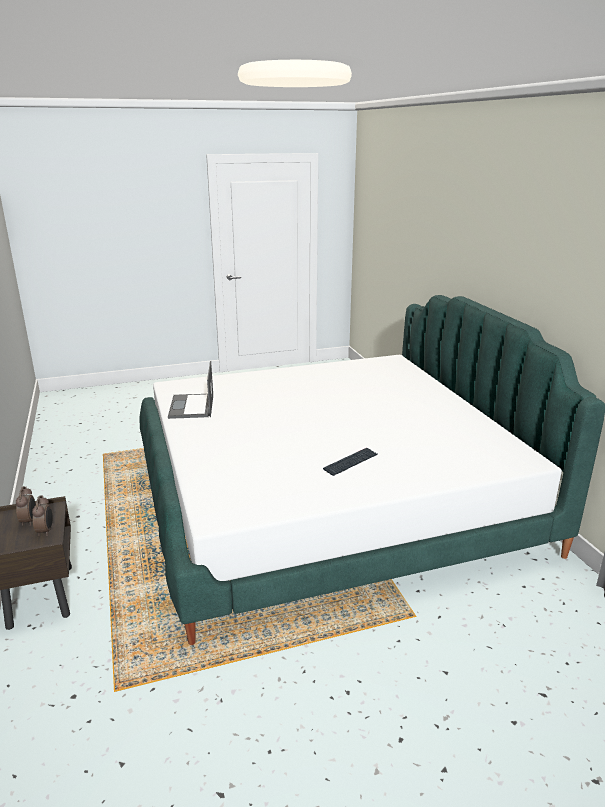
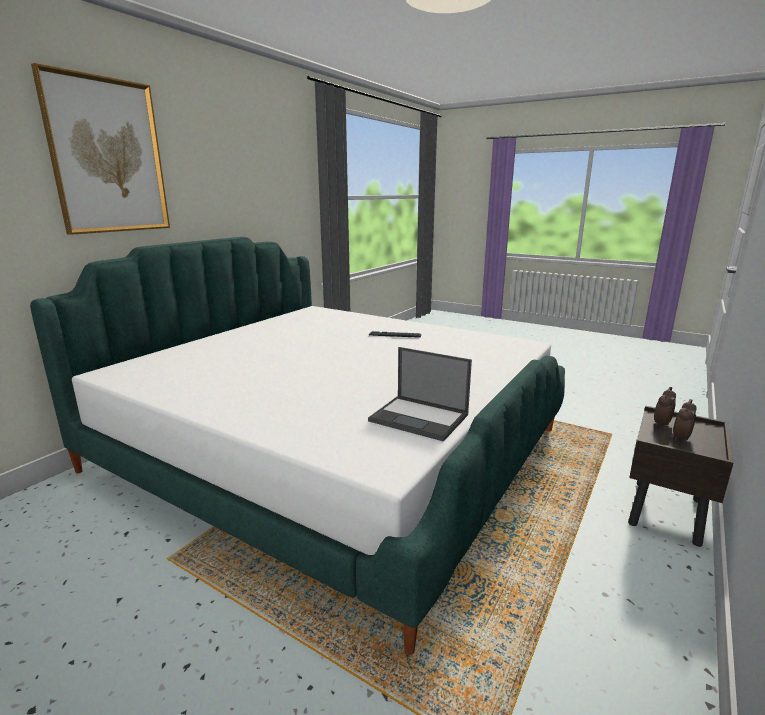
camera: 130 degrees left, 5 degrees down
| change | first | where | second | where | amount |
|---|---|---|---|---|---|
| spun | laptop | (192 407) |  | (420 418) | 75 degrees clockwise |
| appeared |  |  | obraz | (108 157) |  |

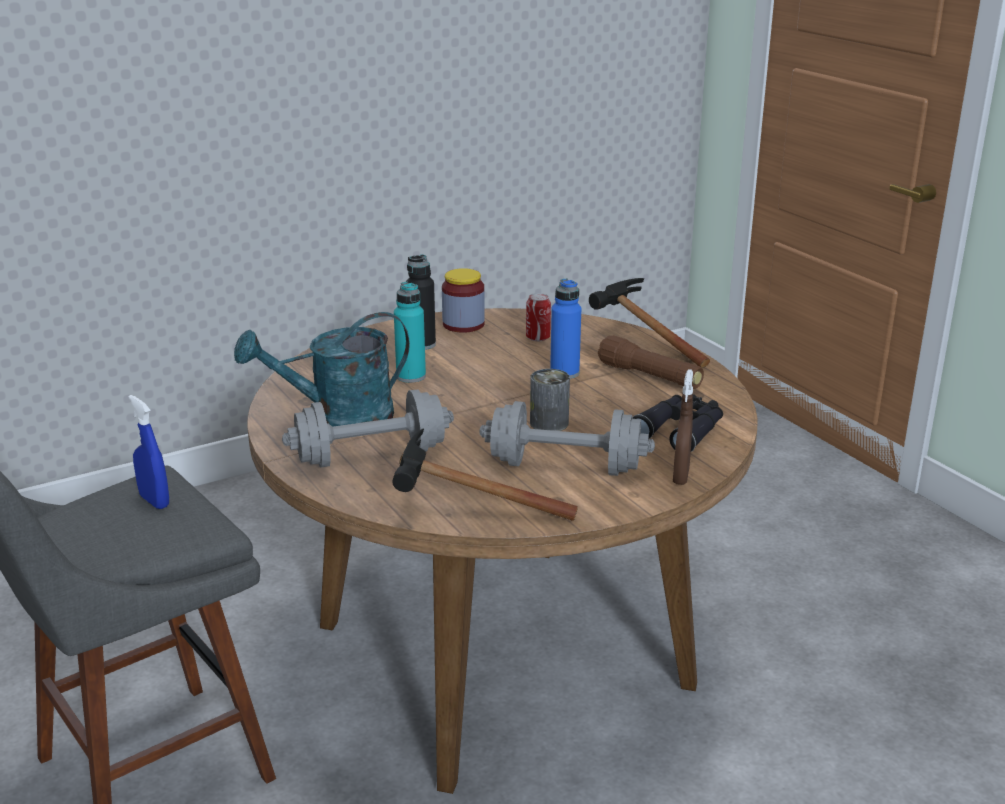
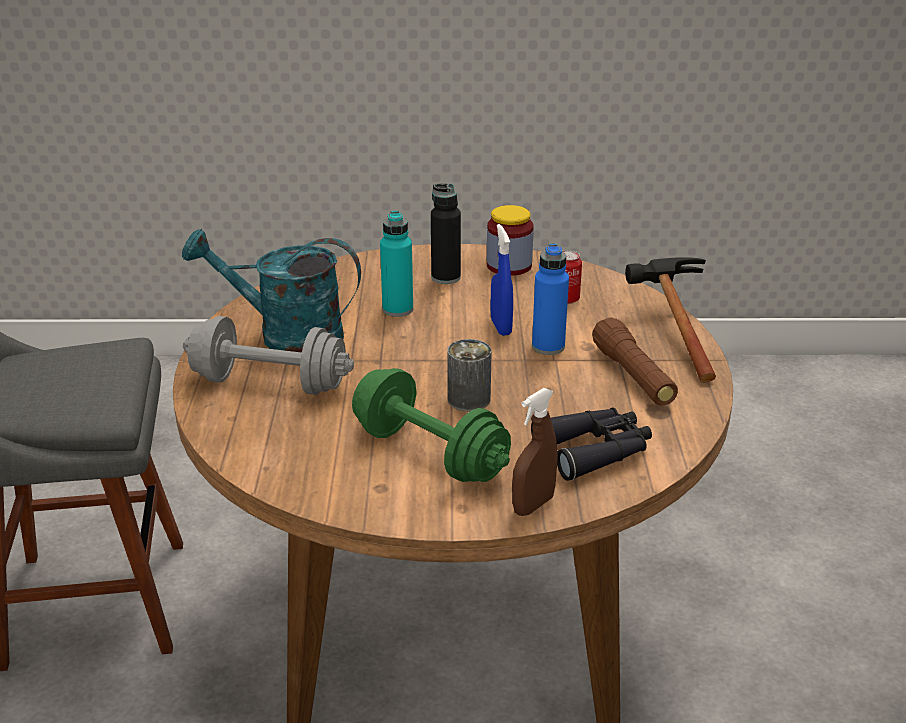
camera: 30 degrees right, 5 degrees up
| change | first | where | second | where | amount |
|---|---|---|---|---|---|
| relocated | spryskiwacz/niebieski | (154 501) |  | (501 327) |  |
| missing | młotek | (462 510) |  |  |  |
| colour | hantel/szary | (565 466) | hantel/zielony | (429 453) |  |

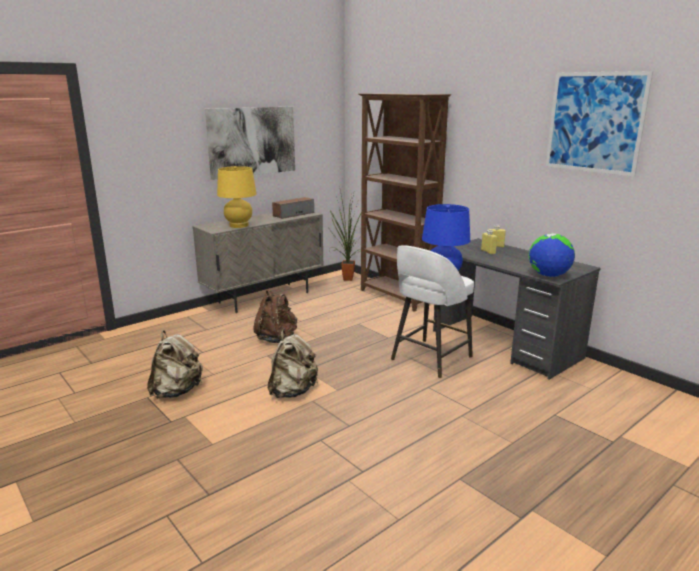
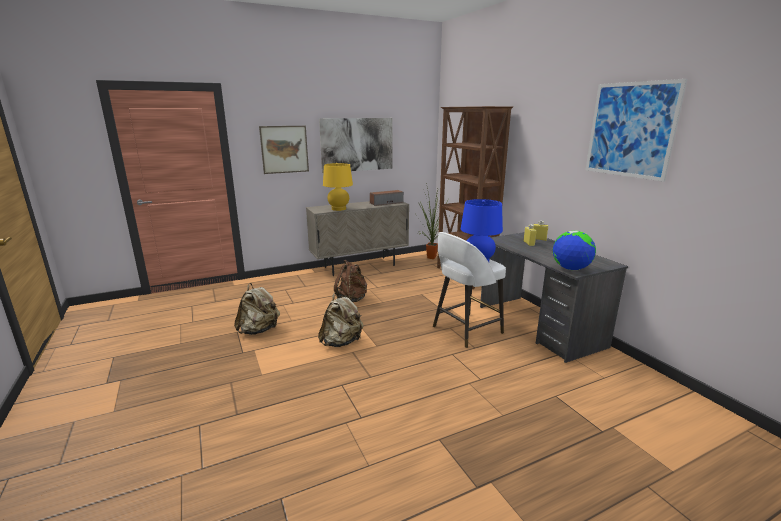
camera: 15 degrees right, 0 degrees up
| change | first | where | second | where | amount |
|---|---|---|---|---|---|
| appeared |  |  | obraz | (284 149) |  |

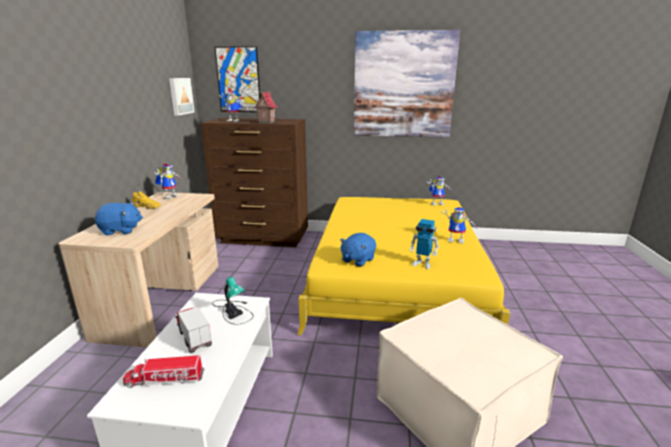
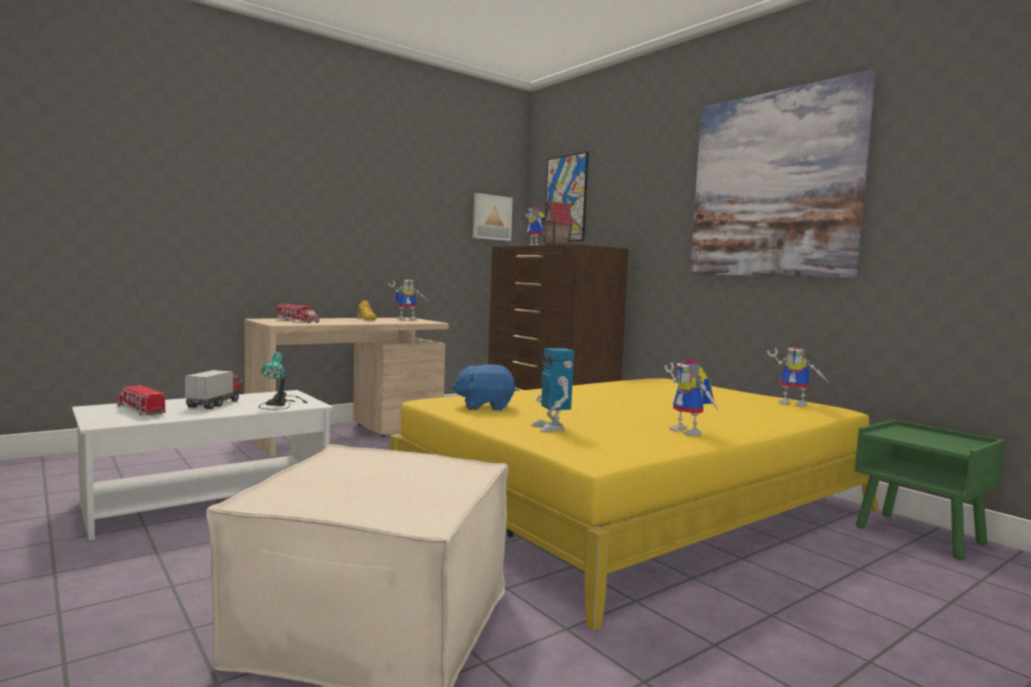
camera: 45 degrees right, 15 degrees down
| change | first | where | second | where | amount |
|---|---|---|---|---|---|
| exchanged | pluszak/niebieski | (121 230) | ciężarówka zabawkowa | (298 321) |  |
| appeared |  |  | szafka nocna/zielony | (921 536) |  |

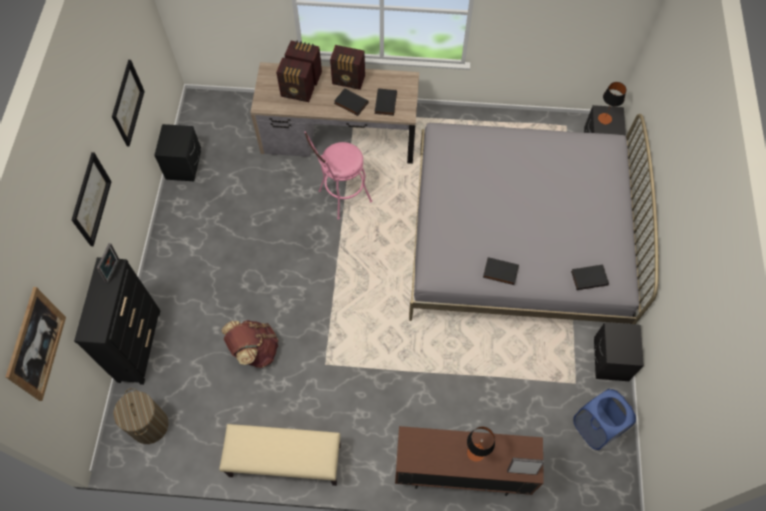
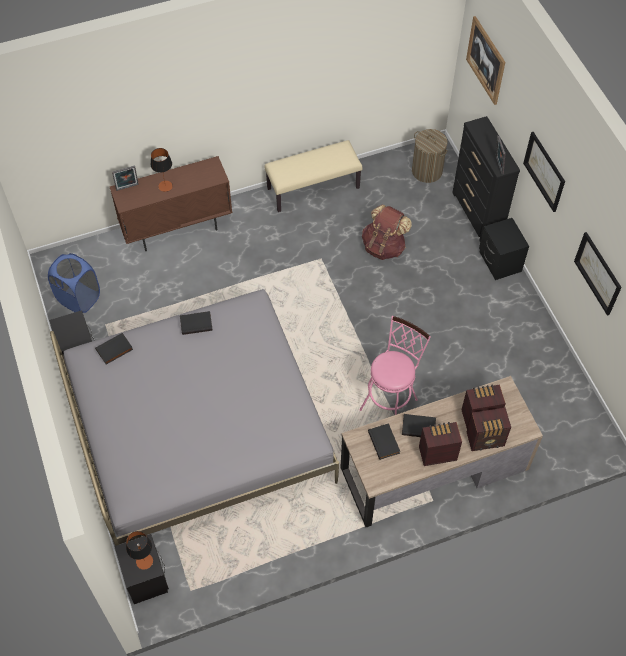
camera: 155 degrees right, 5 degrees down
| change | first | where | second | where | amount |
|---|---|---|---|---|---|
| relocated | szafka nocna/czarny | (184 165) |  | (499 262) |  |

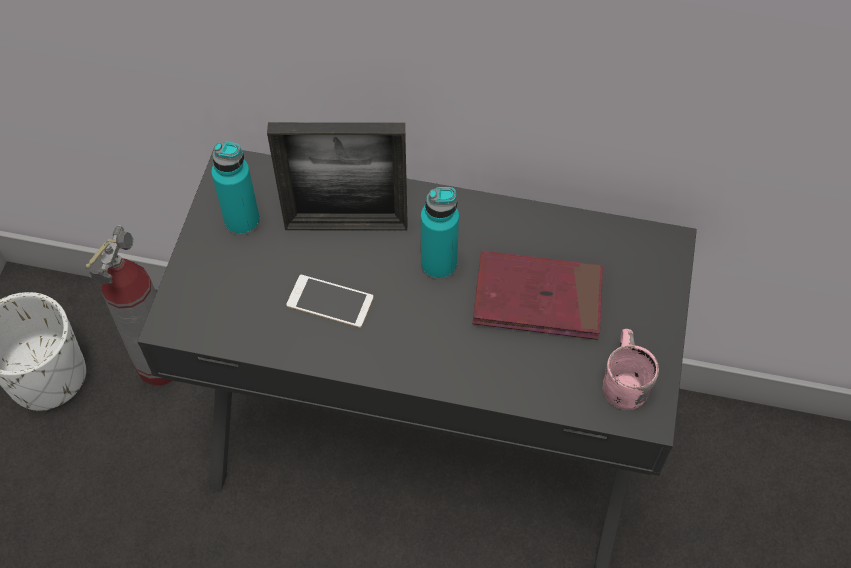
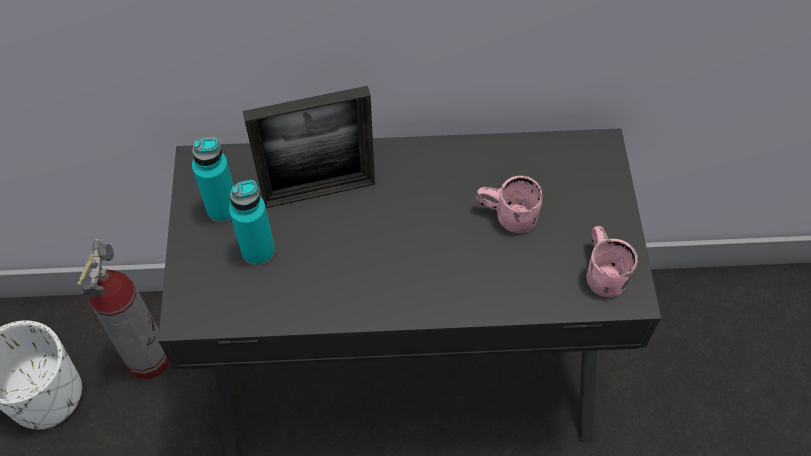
camera: 15 degrees left, 0 degrees up
| change | first | where | second | where | amount |
|---|---|---|---|---|---|
| missing | telefon | (330 301) |  |  |  |
| relocated | butelka/turkusowy | (438 264) |  | (258 251) |  |
| exchanged | książka/czerwony | (537 298) | kubek/różowy | (507 218) |  |

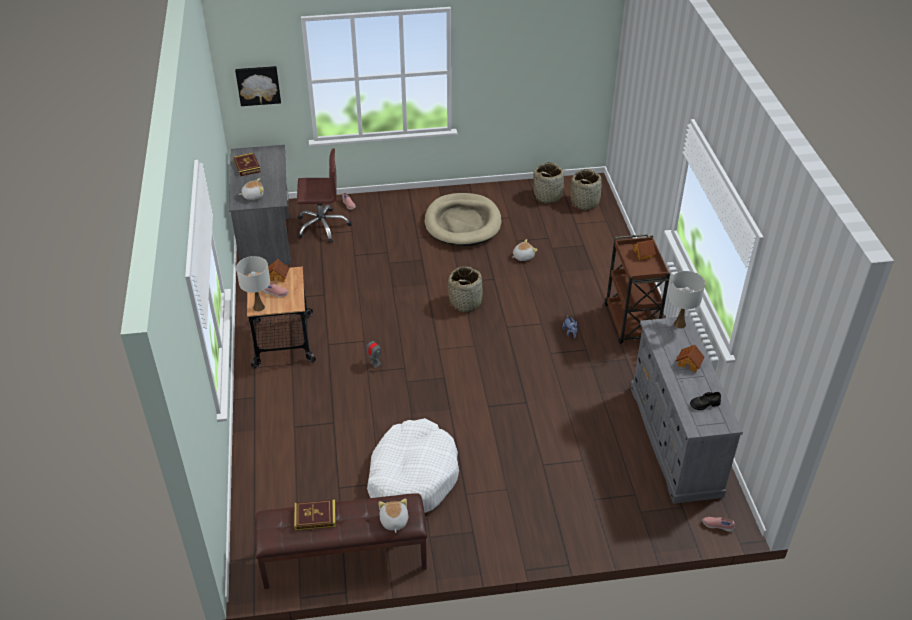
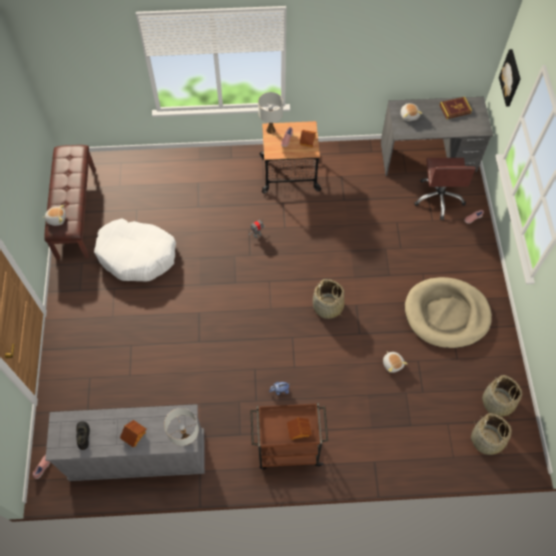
camera: 95 degrees right, 20 degrees up
| change | first | where | second | where | amount |
|---|---|---|---|---|---|
| missing | książka | (315 516) |  |  |  |

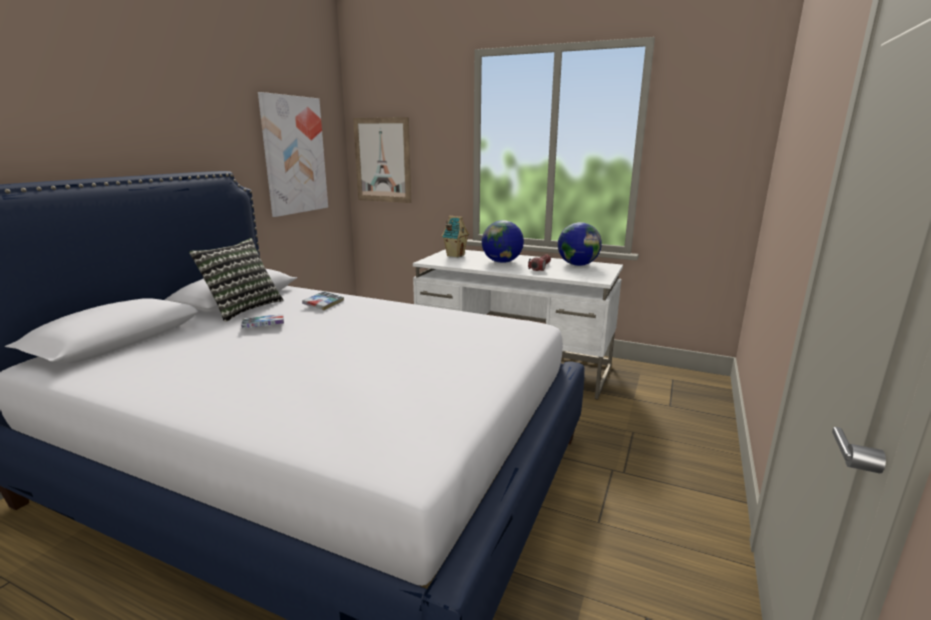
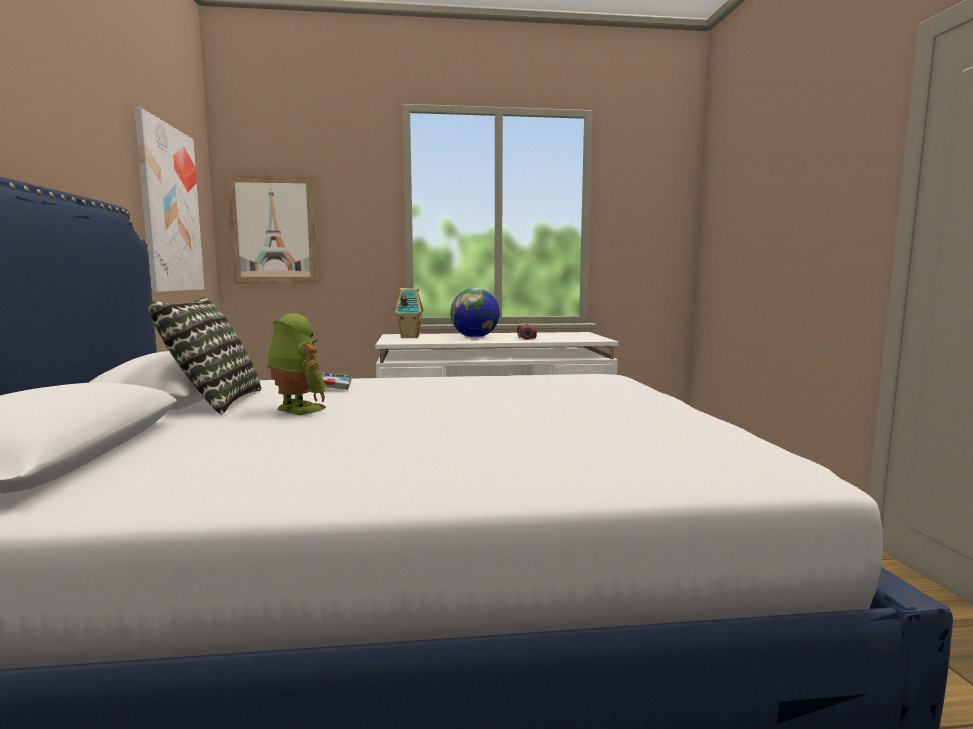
camera: 30 degrees left, 10 degrees down
| change | first | where | second | where | amount |
|---|---|---|---|---|---|
| exchanged | książka | (263 325) | robot zabawkowy | (296 410) |  |
| missing | globus | (577 265) |  |  |  |

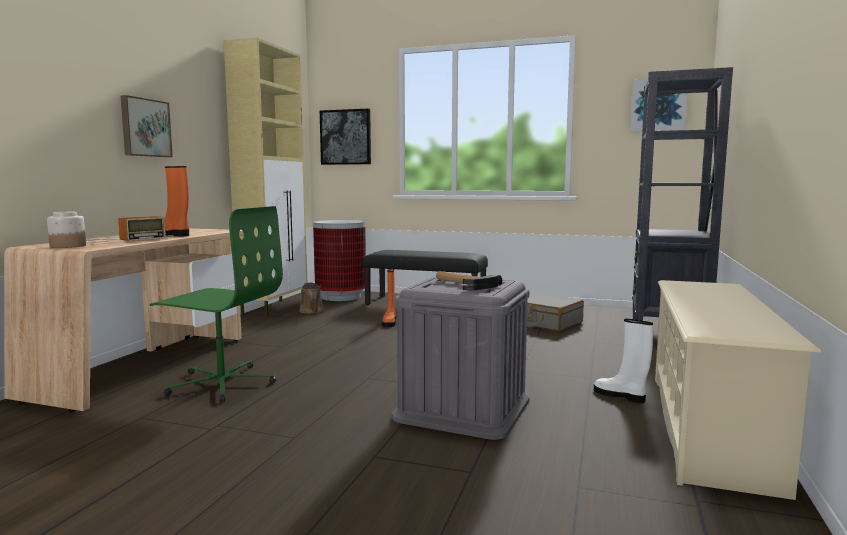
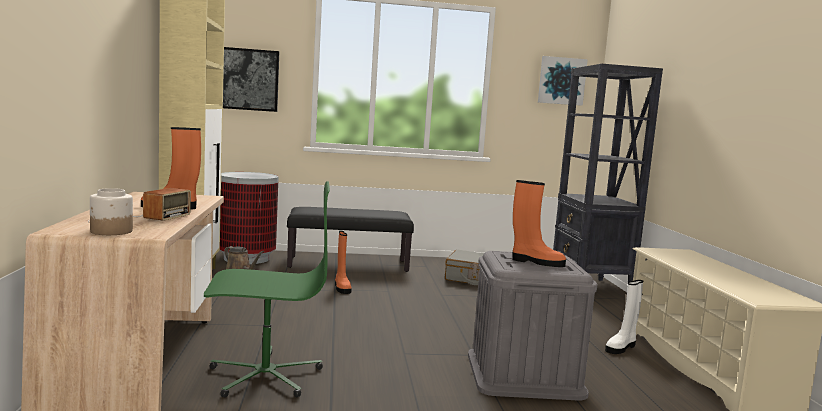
camera: 25 degrees left, 0 degrees up
| change | first | where | second | where | amount |
|---|---|---|---|---|---|
| missing | obraz | (145 128) |  |  |  |
| exchanged | młotek | (462 284) | but z cholewką/pomarańczowy | (536 262) |  |
| spun | but z cholewką/biały | (621 396) |  | (621 348) | 60 degrees counterclockwise |

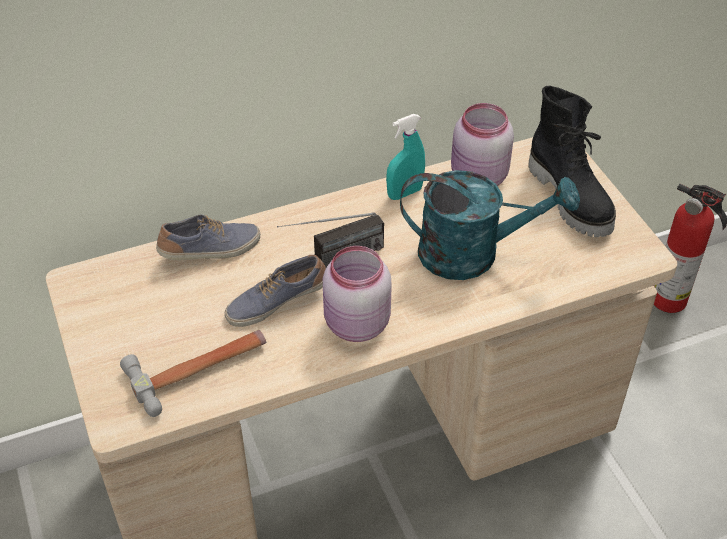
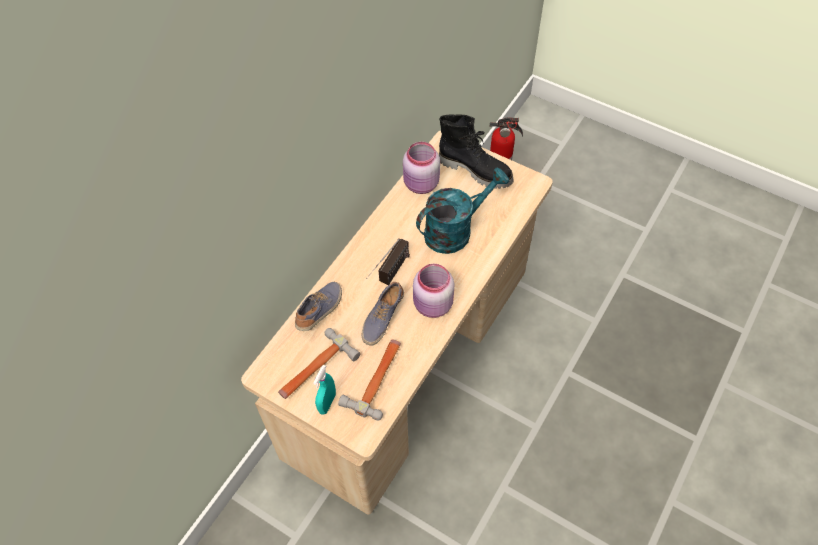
camera: 35 degrees left, 10 degrees up
| change | first | where | second | where | amount |
|---|---|---|---|---|---|
| relocated | spryskiwacz/turkusowy | (404 193) |  | (327 403) |  |
| appeared |  |  | młotek | (315 370) |  |

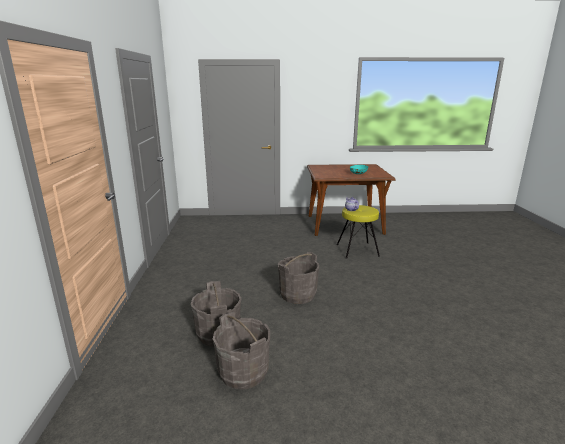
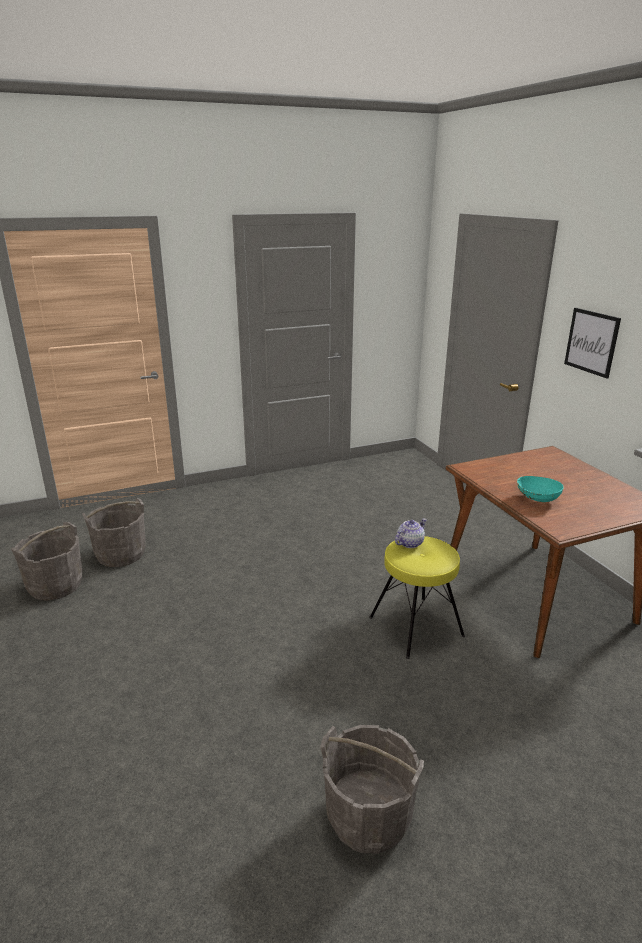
camera: 70 degrees right, 5 degrees up
| change | first | where | second | where | amount |
|---|---|---|---|---|---|
| relocated | wiadro/szary | (297 294) |  | (368 816) |  |
| appeared |  |  | obraz | (591 342) |  |

